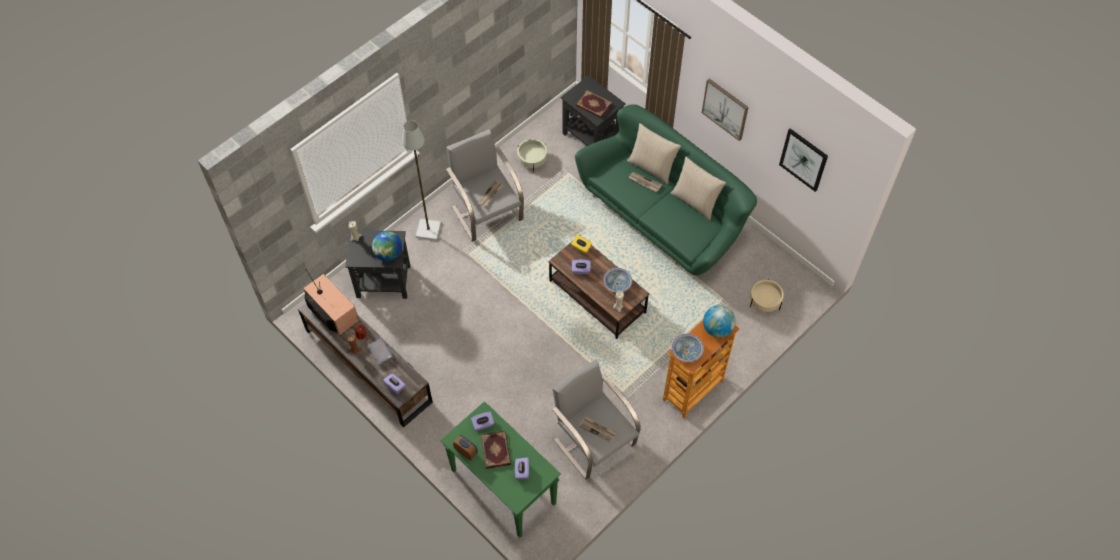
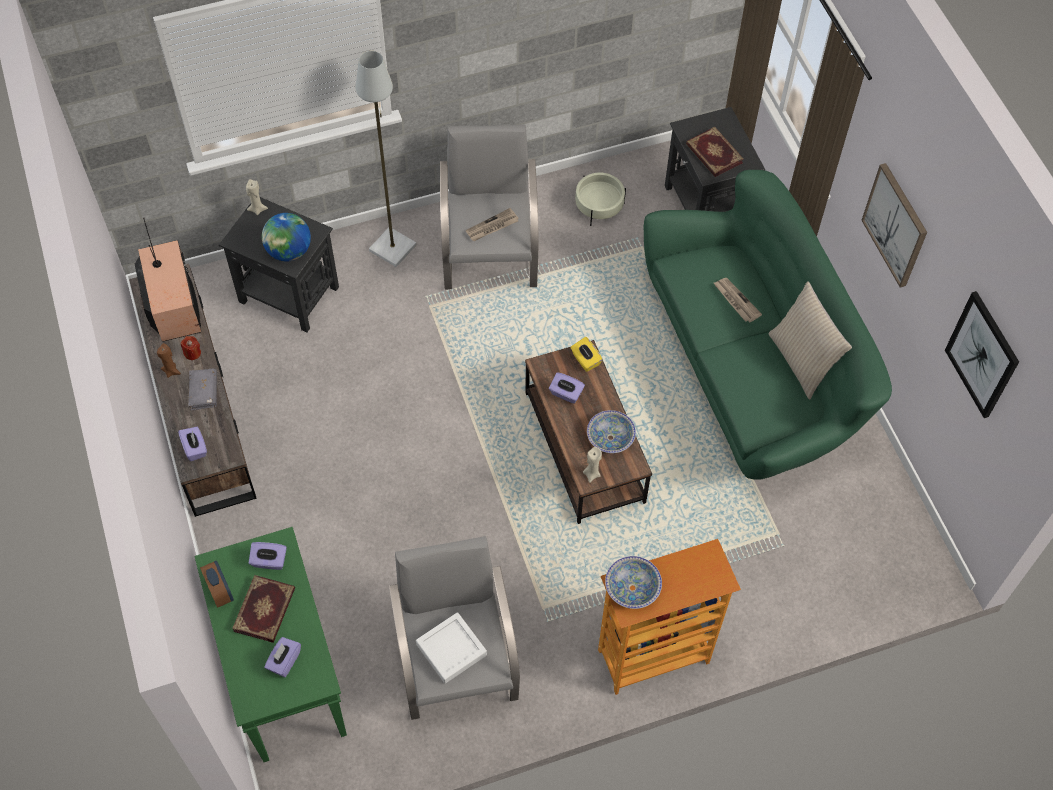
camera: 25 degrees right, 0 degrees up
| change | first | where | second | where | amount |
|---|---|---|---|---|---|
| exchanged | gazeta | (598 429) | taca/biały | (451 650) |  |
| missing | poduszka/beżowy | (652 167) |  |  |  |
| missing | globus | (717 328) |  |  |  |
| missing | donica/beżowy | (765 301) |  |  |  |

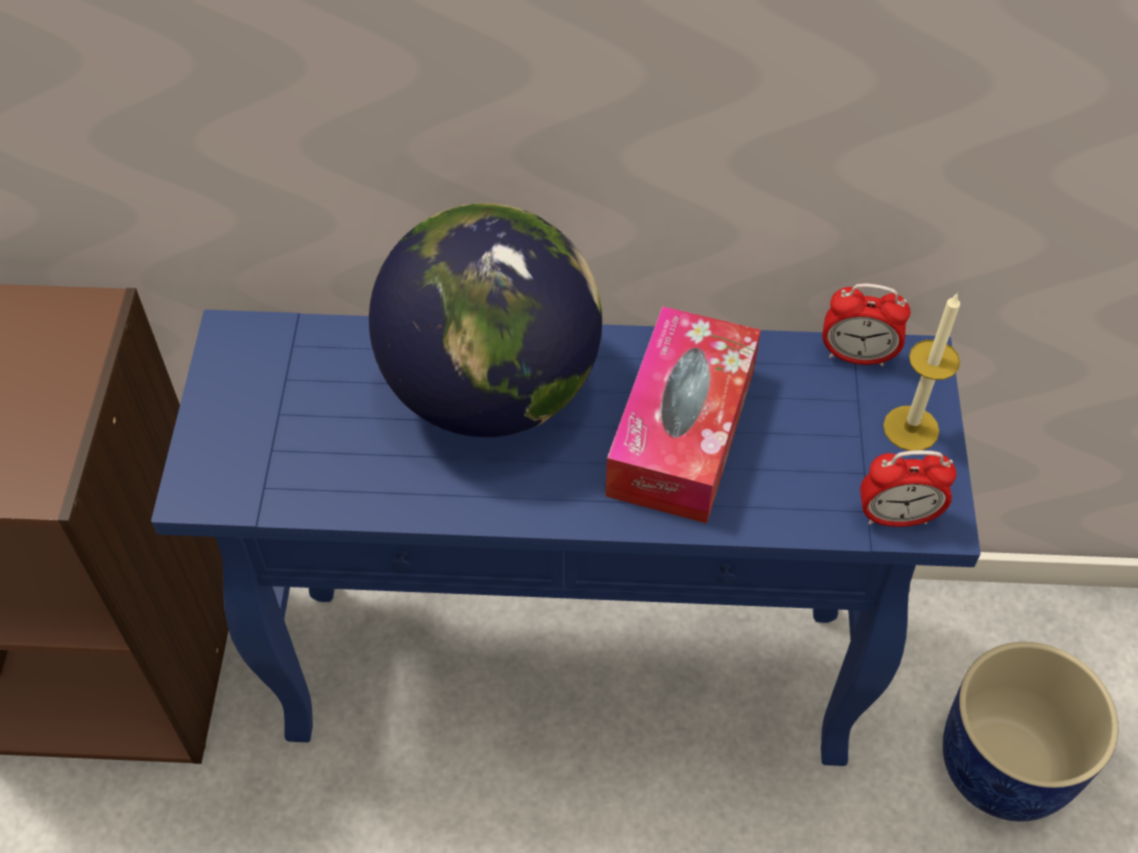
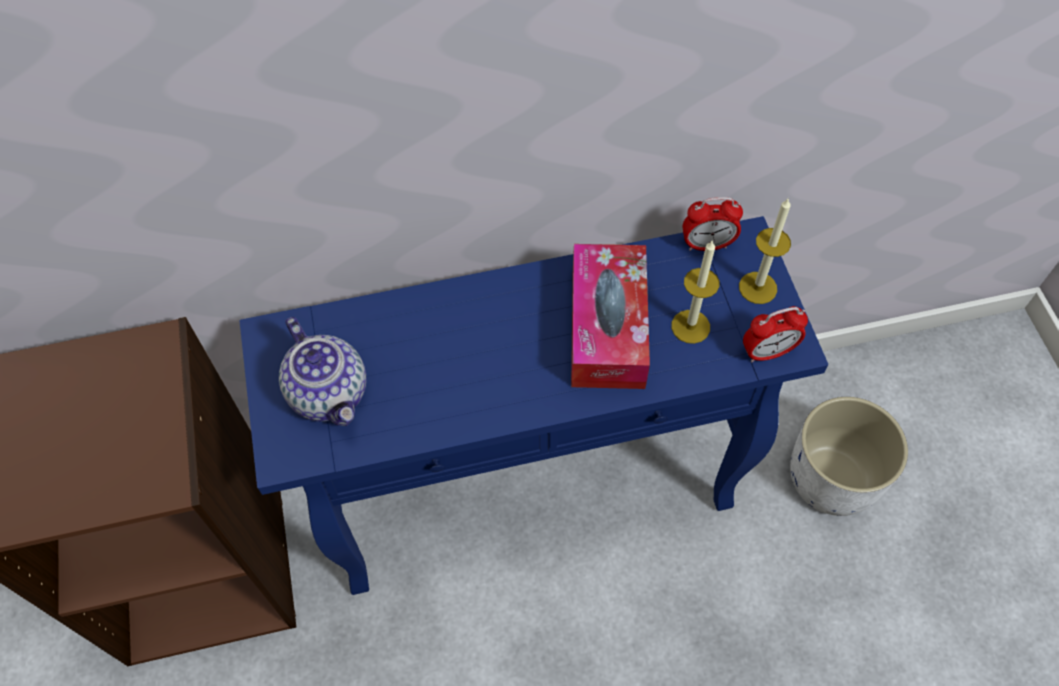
camera: 15 degrees left, 5 degrees up
| change | first | where | second | where | amount |
|---|---|---|---|---|---|
| missing | globus | (490 391) |  |  |  |
| colour | donica/niebieski | (1003 762) | donica/biały | (830 477) |  |
| appeared |  |  | imbryk | (330 393) |  |
| appeared |  |  | świeca | (690 326) |  |

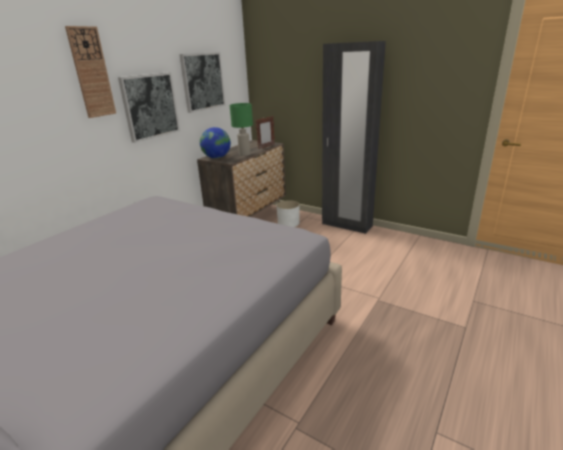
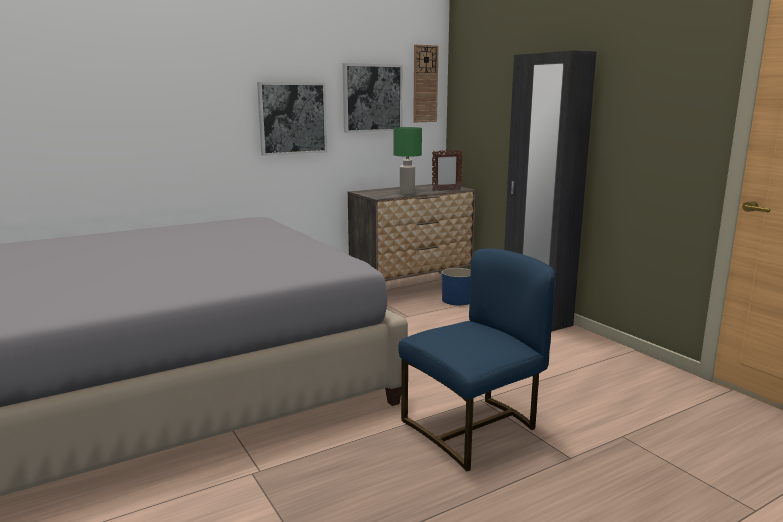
camera: 25 degrees right, 10 degrees down
| change | first | where | second | where | amount |
|---|---|---|---|---|---|
| relocated | zegar ścienny | (91 73) |  | (425 84) |  |
| missing | globus | (217 157) |  |  |  |
| colour | donica/biały | (288 223) | donica/niebieski | (457 300) |  |
| appeared |  |  | krzesło/niebieski | (473 428) |  |

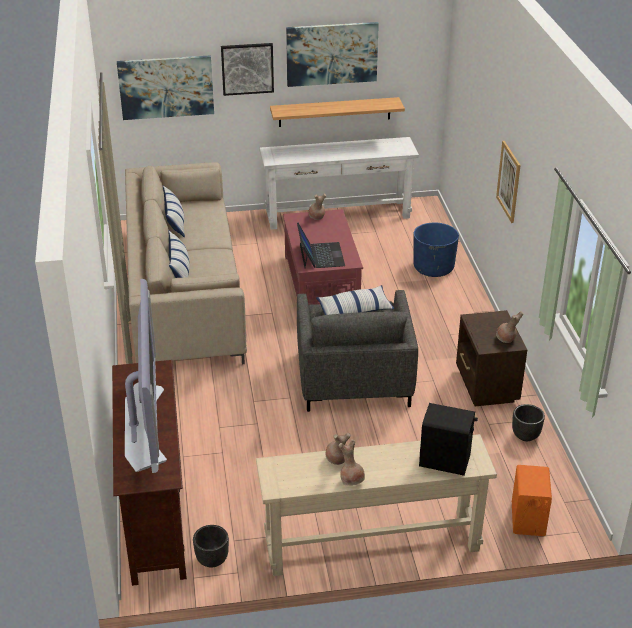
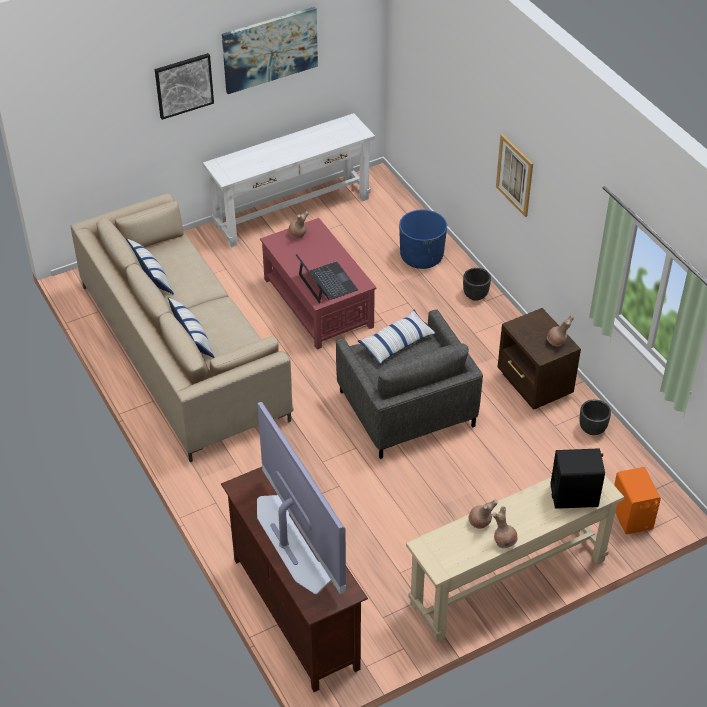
camera: 20 degrees left, 10 degrees up
| change | first | where | second | where | amount |
|---|---|---|---|---|---|
| missing | obraz | (166 87) |  |  |  |
| relocated | donica/czarny | (212 560) |  | (475 295) |  |
| missing | półka | (334 112) |  |  |  |

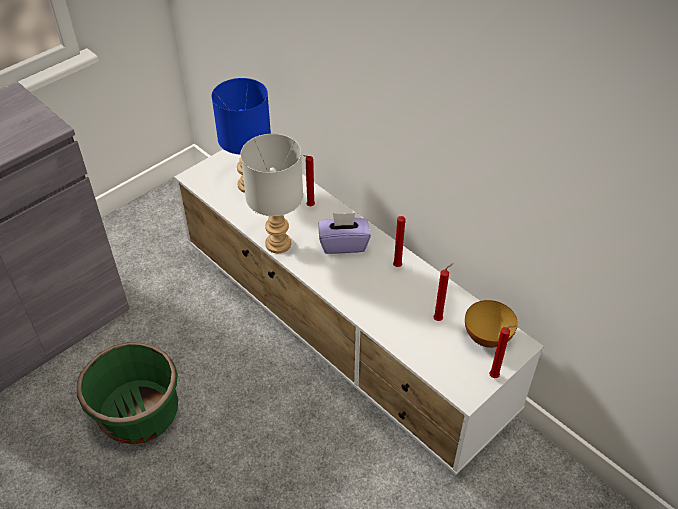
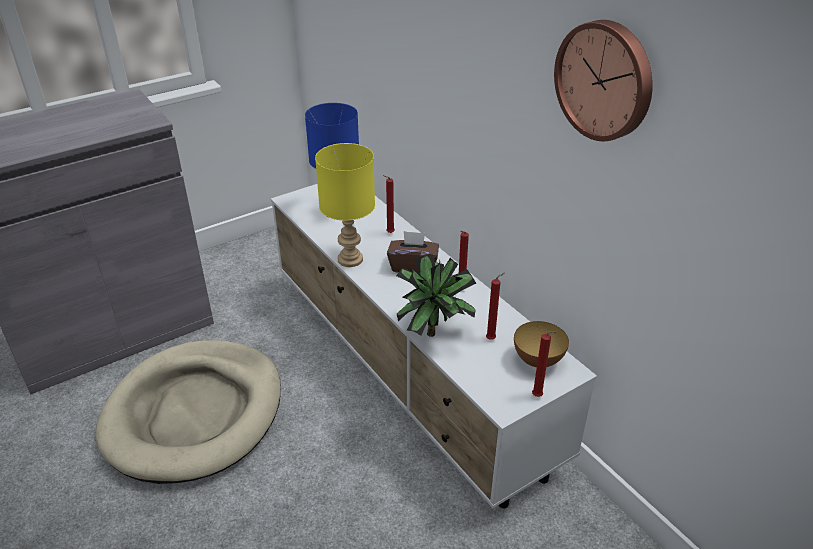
camera: 10 degrees right, 10 degrees down
| change | first | where | second | where | amount |
|---|---|---|---|---|---|
| exchanged | donica/zielony | (139 414) | legowisko/beżowy | (195 413) |  |
| colour | lampa stołowa/szary | (278 244) | lampa stołowa/żółty | (350 260) |  |
| colour | pudełko chusteczek/fioletowy | (343 244) | pudełko chusteczek/brązowy | (413 266) |  |
| appeared |  |  | roślina doniczkowa | (434 331) |  |
| appeared |  |  | zegar ścienny | (605 80) |  |

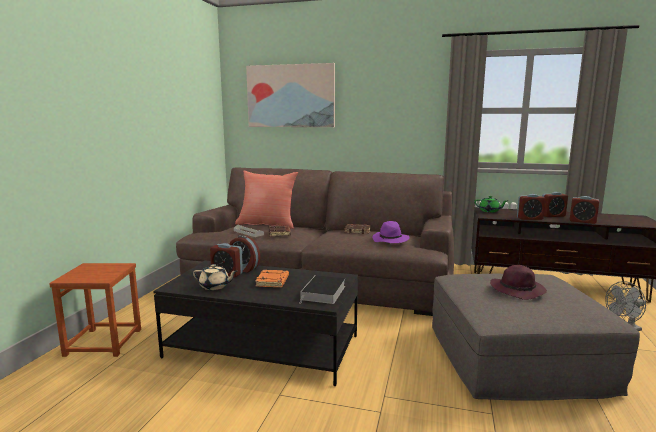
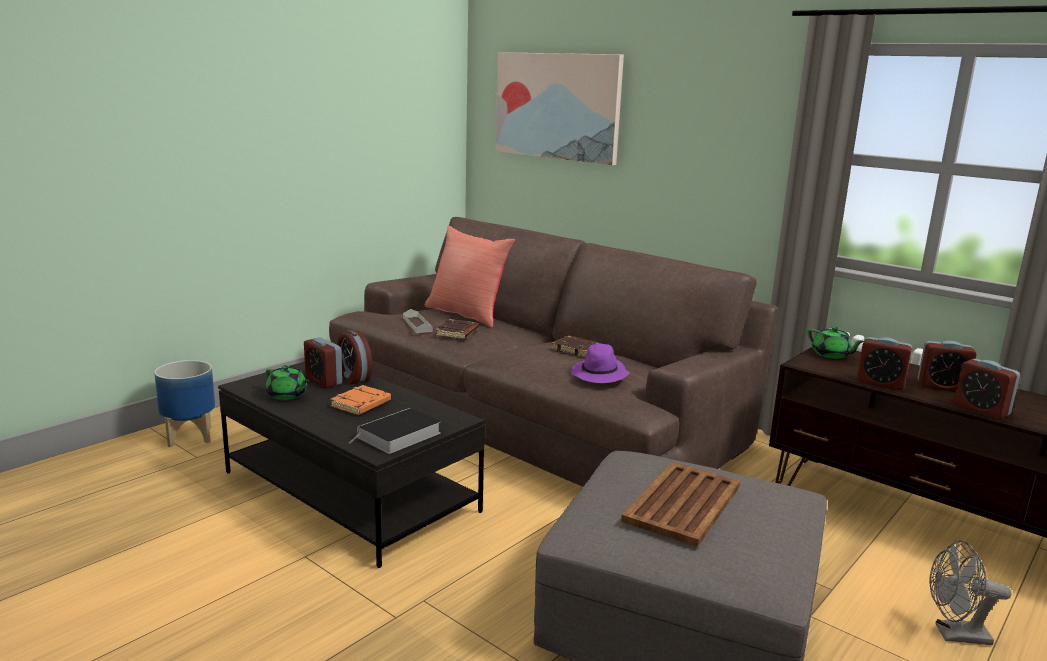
camera: 25 degrees right, 5 degrees up
| change | first | where | second | where | amount |
|---|---|---|---|---|---|
| exchanged | stołek/brązowy | (104 342) | donica | (190 437) |  |
| colour | imbryk/beżowy | (215 286) | imbryk/zielony | (287 395) |  |
| exchanged | kapelusz/fioletowy | (518 290) | taca/brązowy | (684 503) |  |

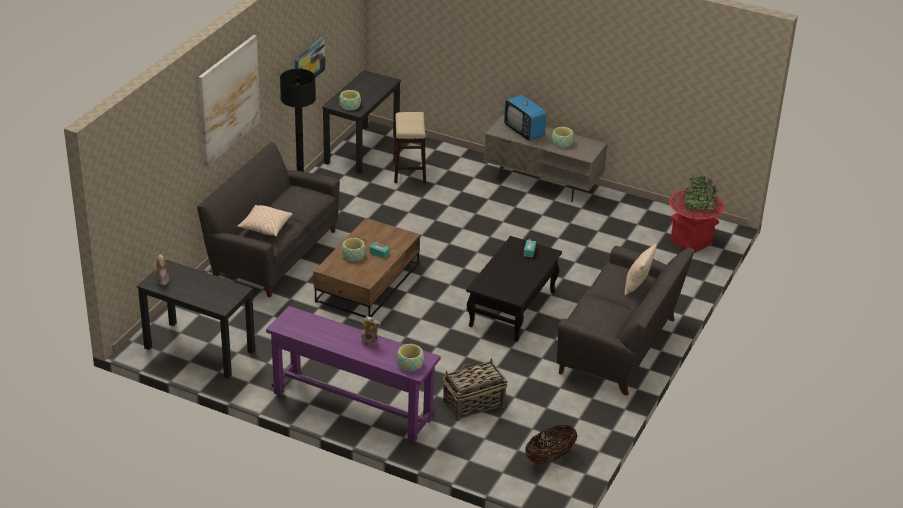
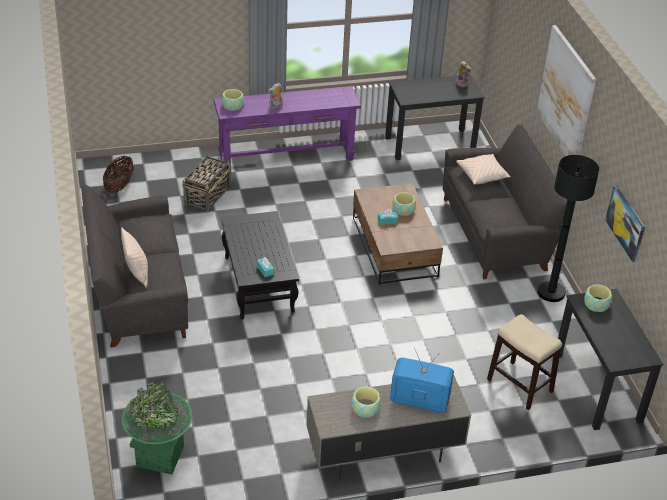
camera: 140 degrees right, 5 degrees up
| change | first | where | second | where | amount |
|---|---|---|---|---|---|
| colour | donica/czerwony | (691 242) | donica/zielony | (160 456) |  |

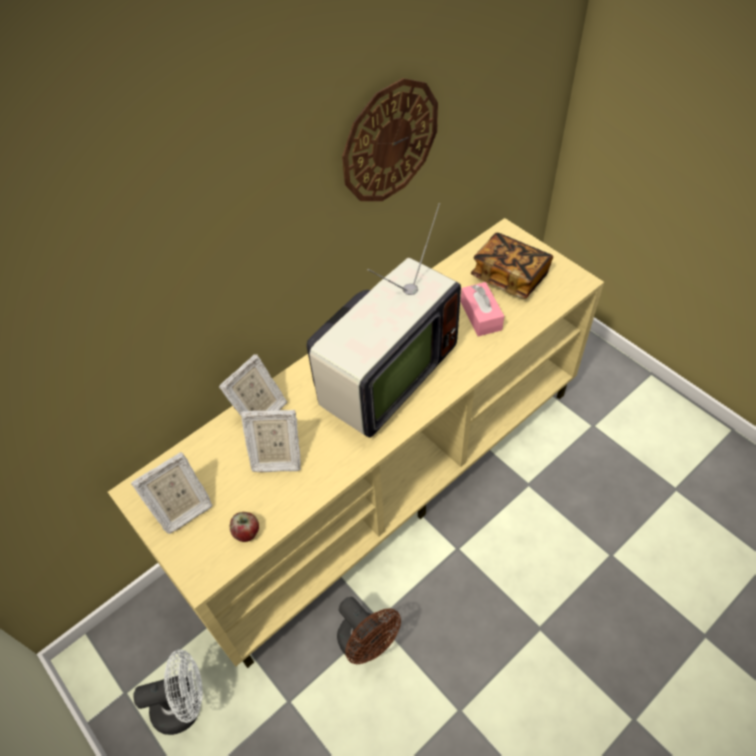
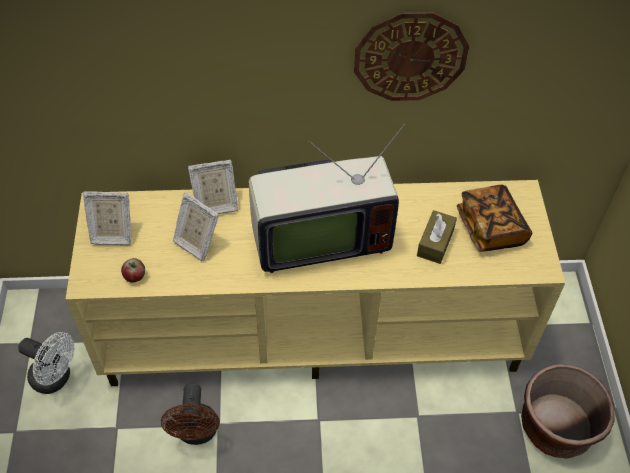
camera: 35 degrees right, 0 degrees up
| change | first | where | second | where | amount |
|---|---|---|---|---|---|
| colour | pudełko chusteczek/różowy | (481 316) | pudełko chusteczek/brązowy | (435 242) |  |
| appeared |  |  | donica/brązowy | (555 427) |  |

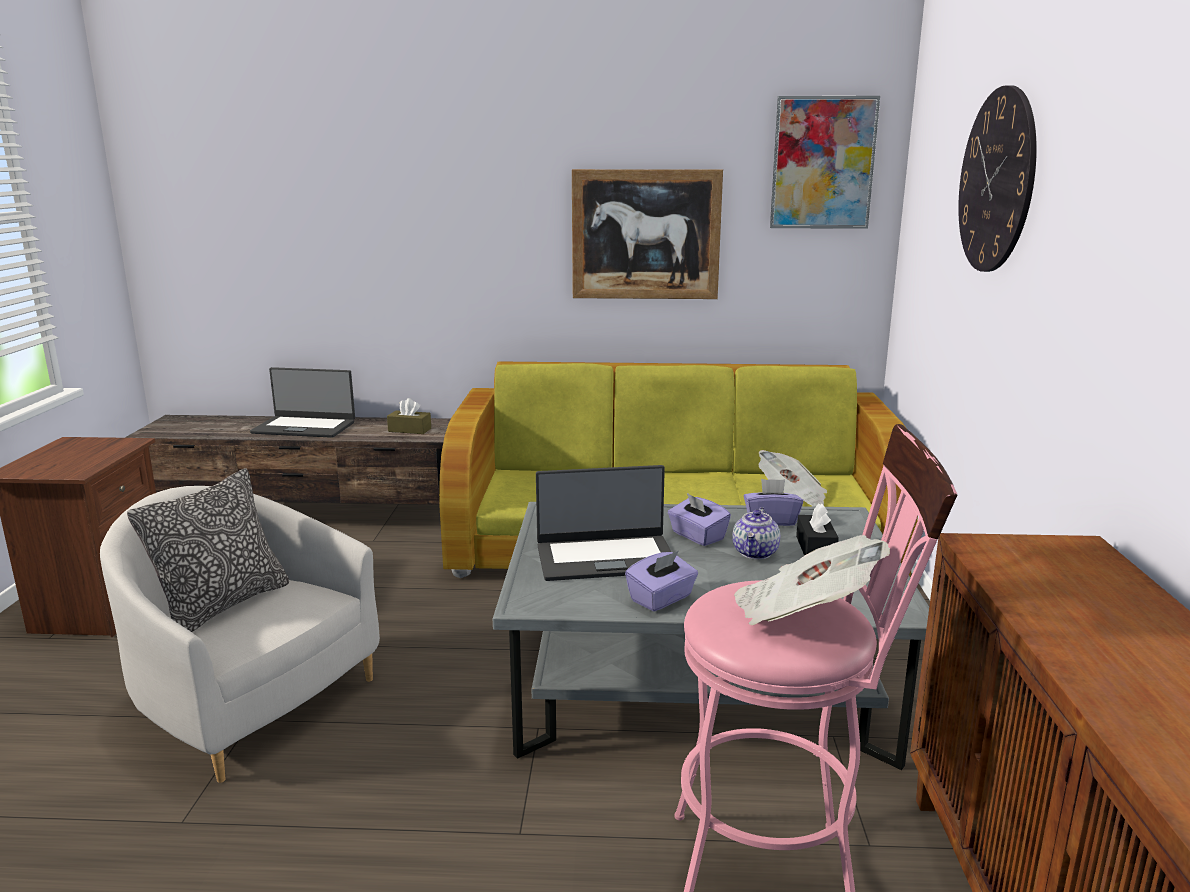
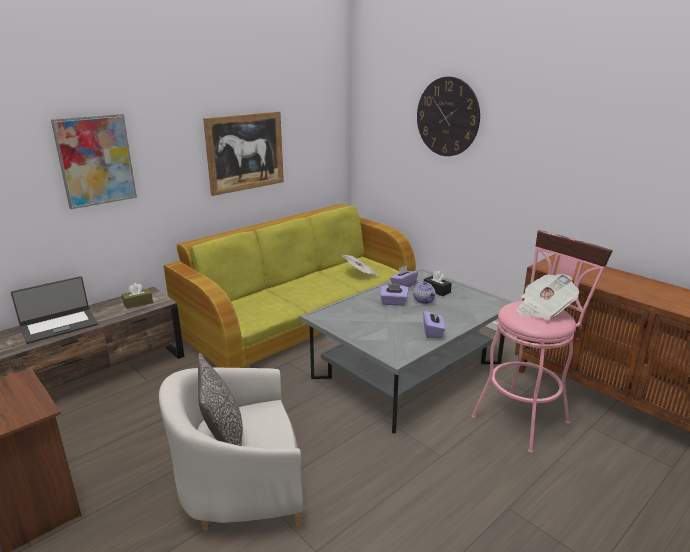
camera: 45 degrees left, 5 degrees up
| change | first | where | second | where | amount |
|---|---|---|---|---|---|
| missing | laptop | (605 558) |  |  |  |
| relocated | obraz | (823 163) |  | (96 160) |  |

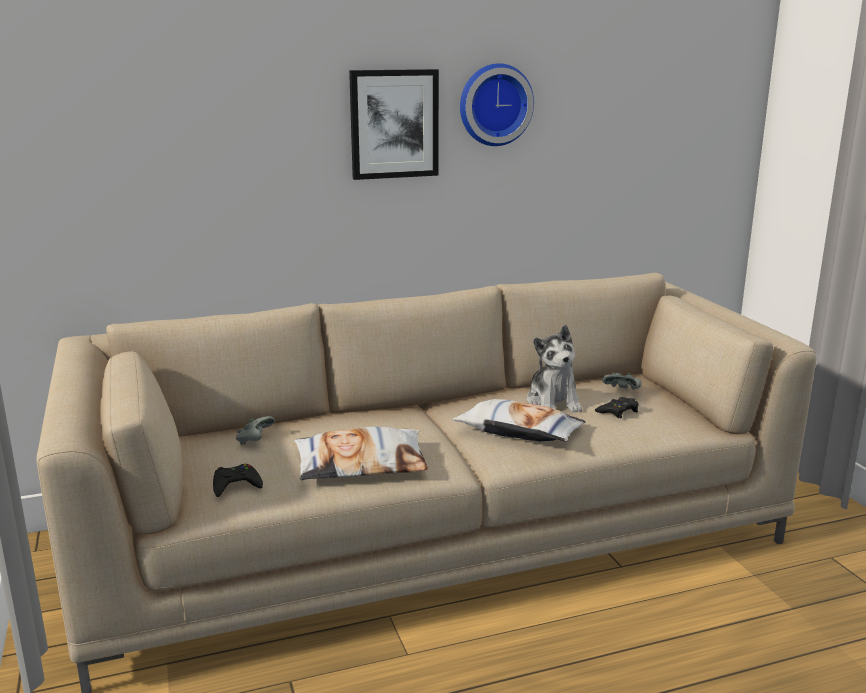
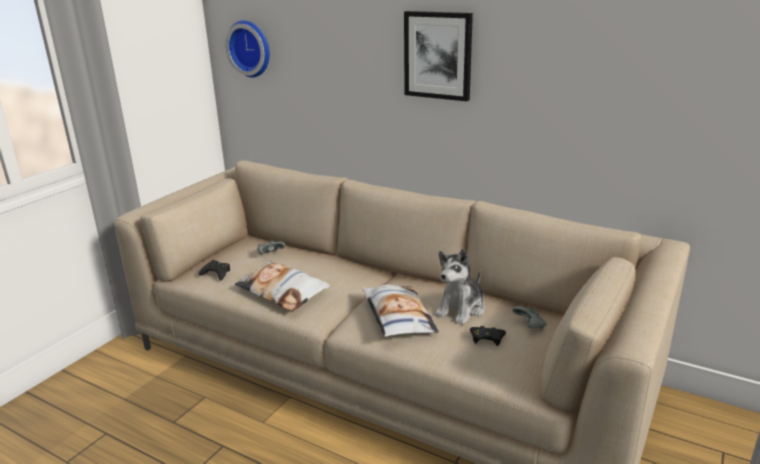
camera: 50 degrees right, 5 degrees up
| change | first | where | second | where | amount |
|---|---|---|---|---|---|
| relocated | zegar ścienny | (494 104) |  | (251 48) |  |

